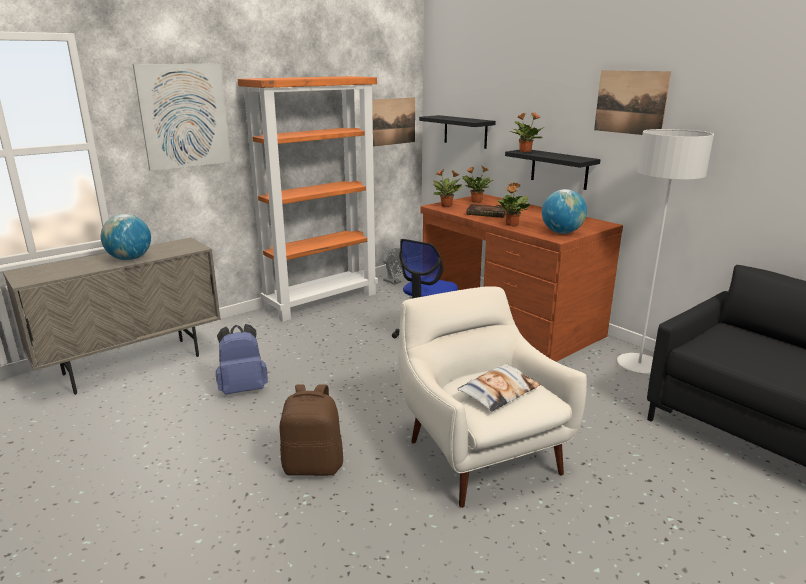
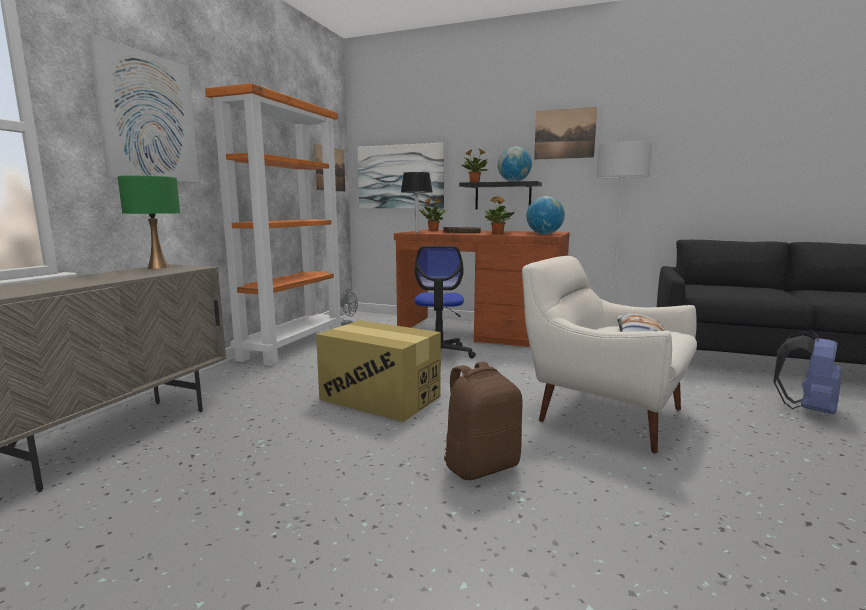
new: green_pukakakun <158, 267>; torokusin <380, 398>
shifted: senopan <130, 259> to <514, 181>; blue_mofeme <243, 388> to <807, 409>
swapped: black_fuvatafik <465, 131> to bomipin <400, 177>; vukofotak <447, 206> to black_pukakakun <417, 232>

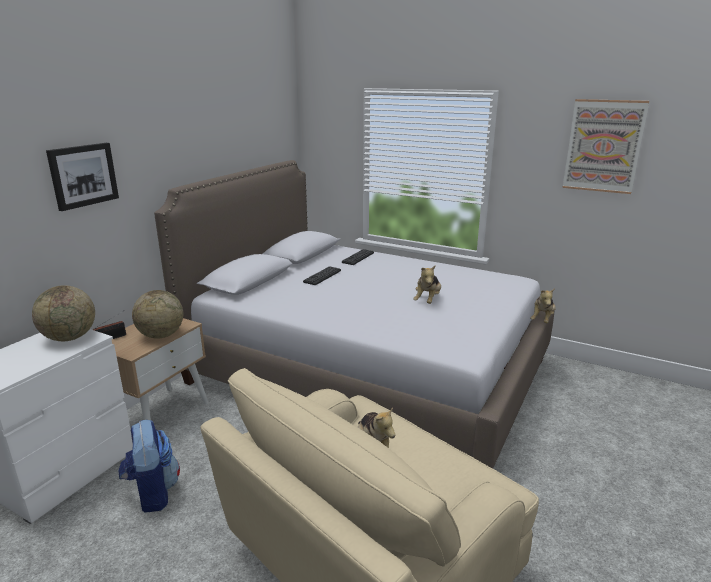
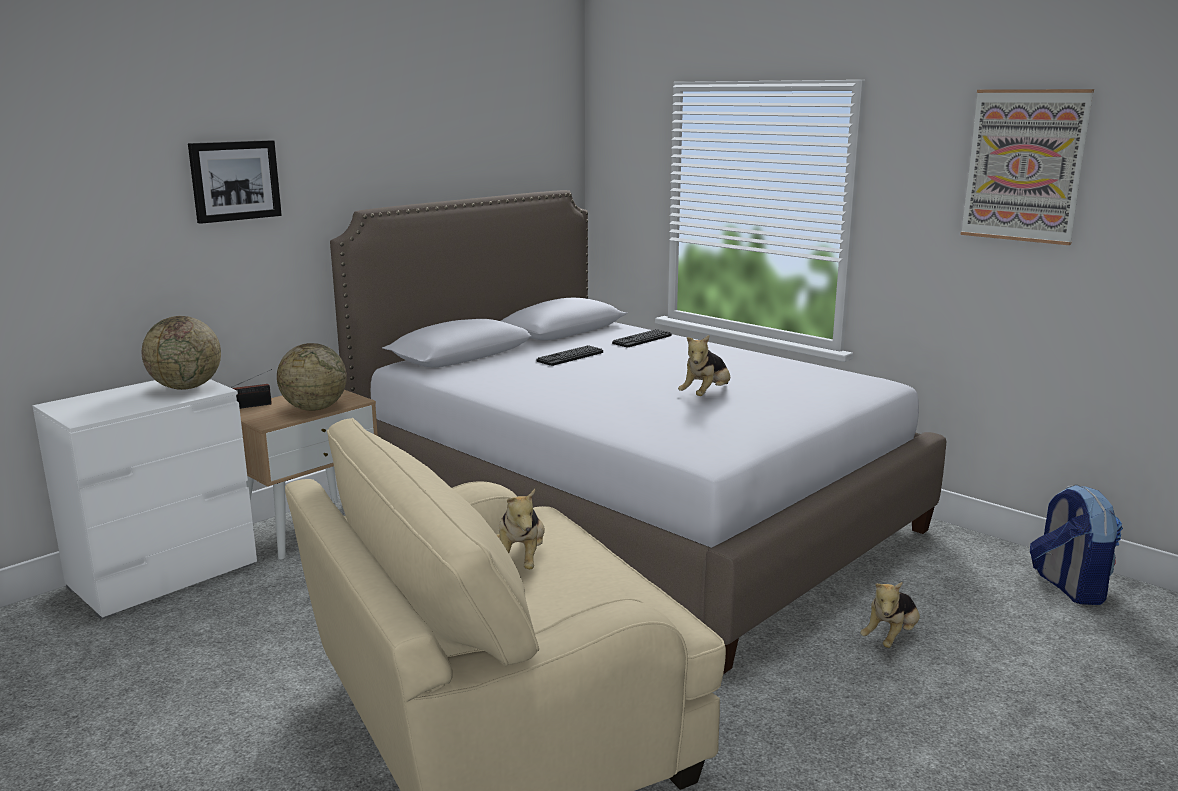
shifted: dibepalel <542, 319> to <891, 637>; mofeme <152, 493> to <1068, 587>

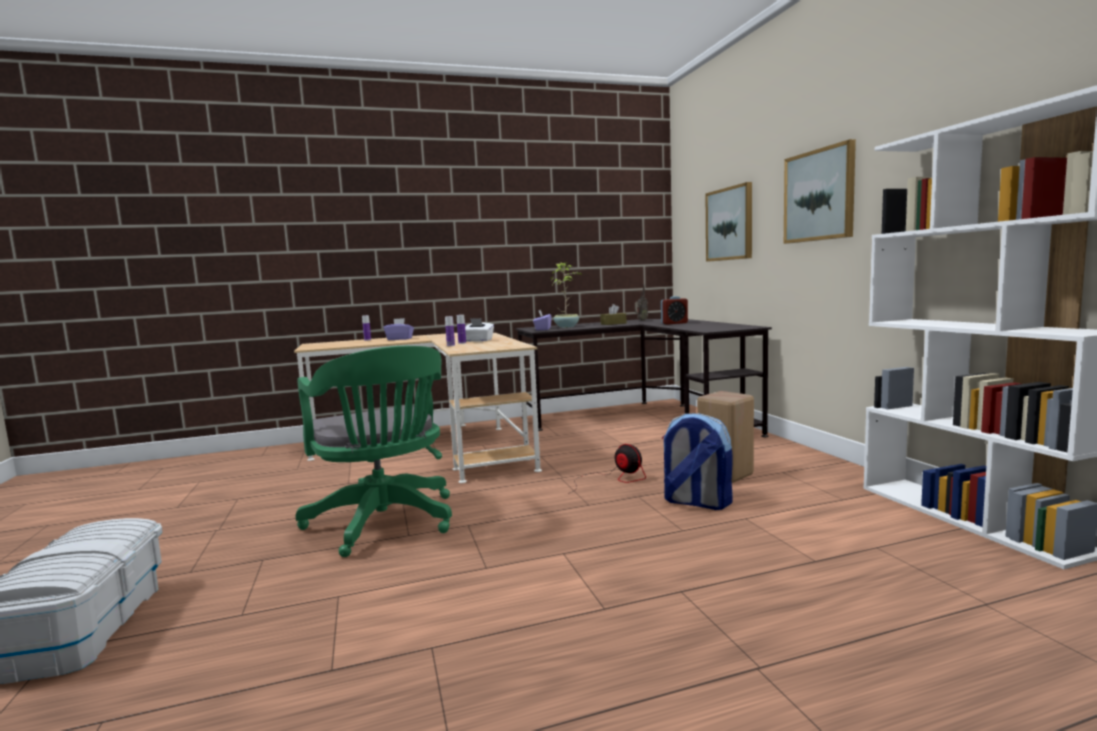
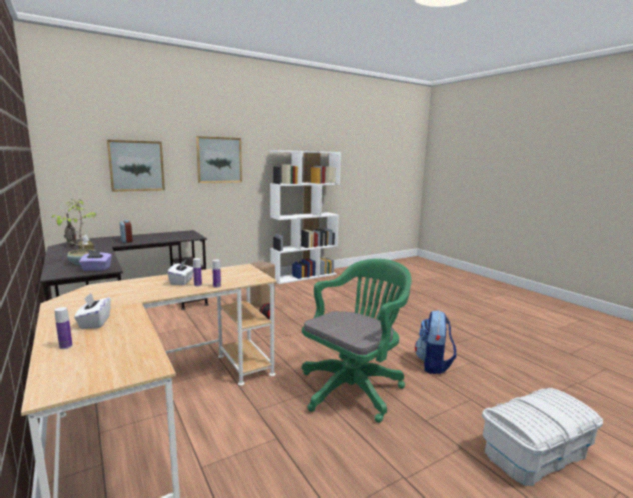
shifted: mofeme <695, 502> to <433, 365>
repainted: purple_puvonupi <400, 339> to white_puvonupi <94, 323>

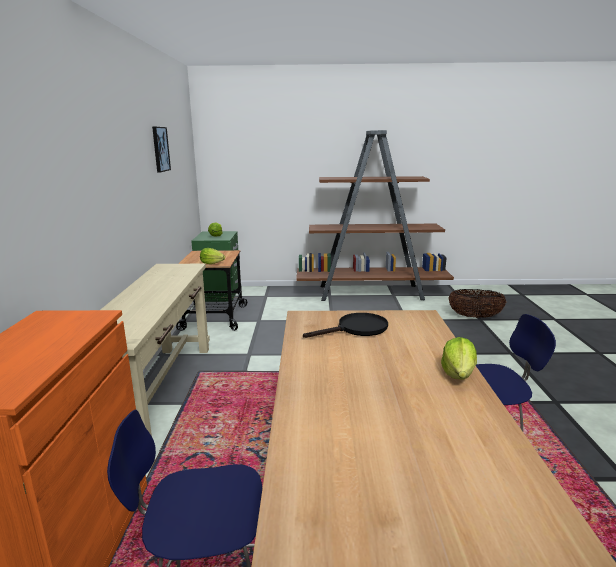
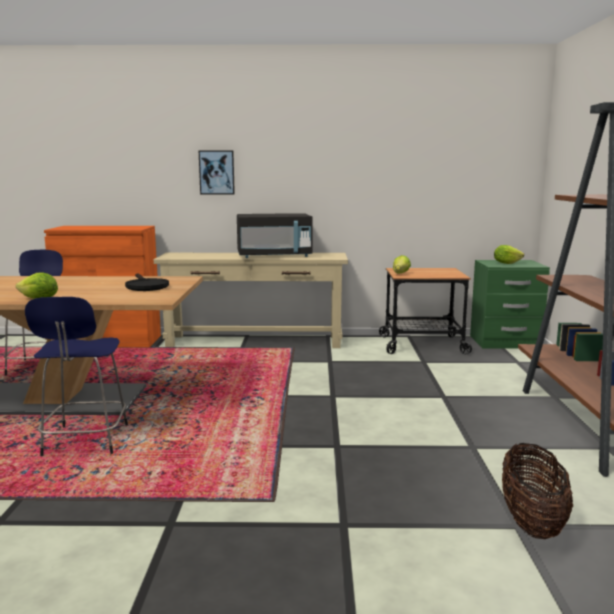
new: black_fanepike <274, 256>
shifted: bomipin <160, 149> to <217, 172>

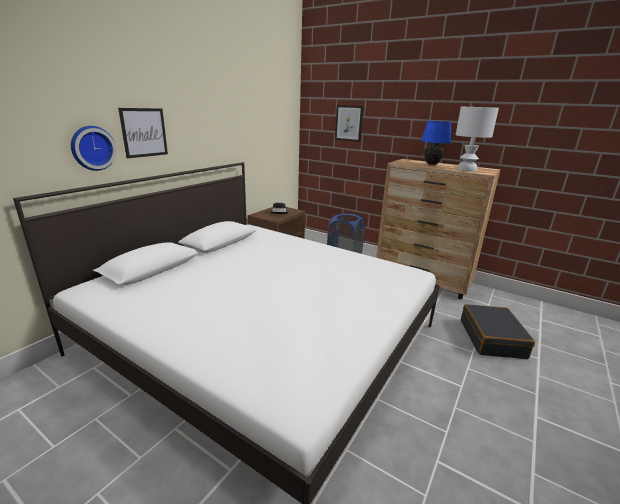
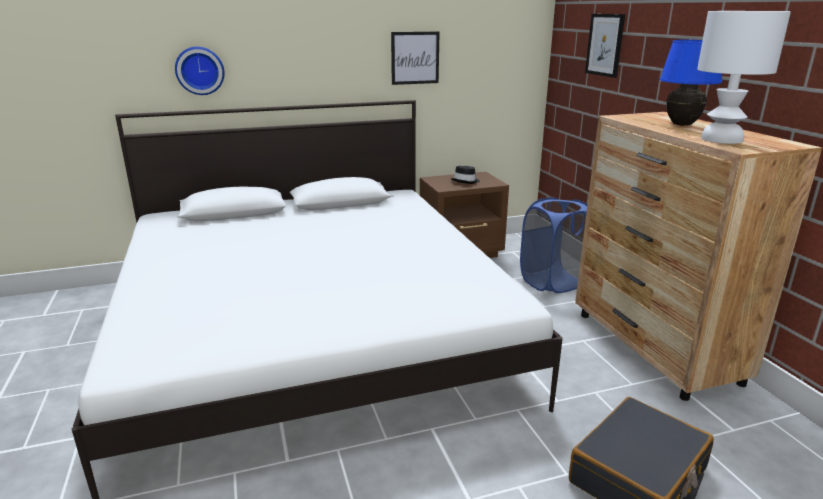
shifted: bomipin <144, 132> to <415, 58>

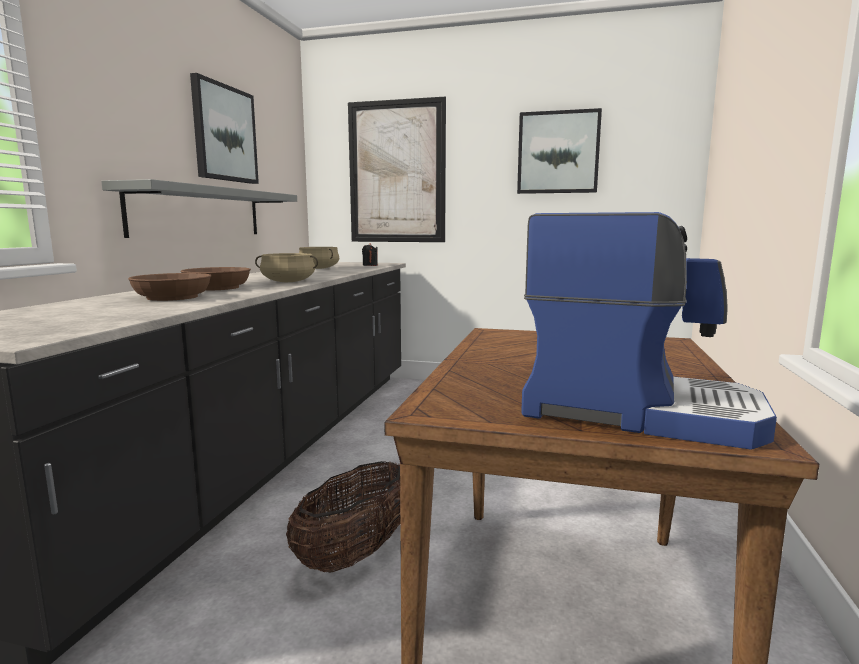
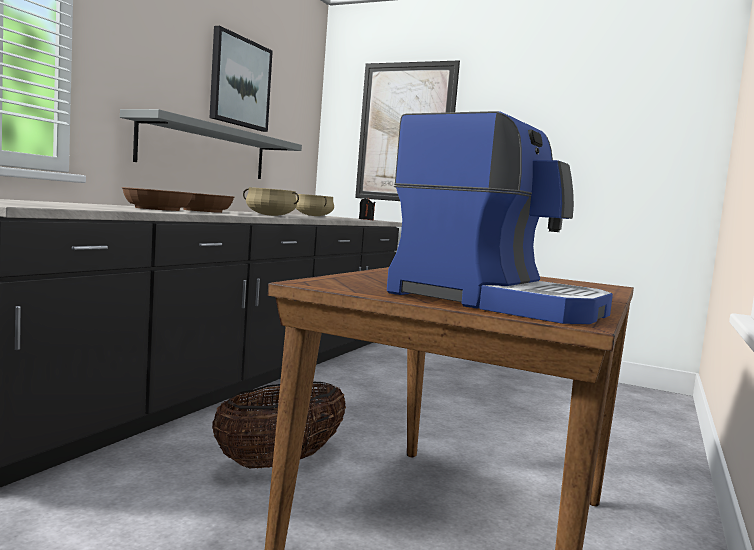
gone: bomipin <558, 152>

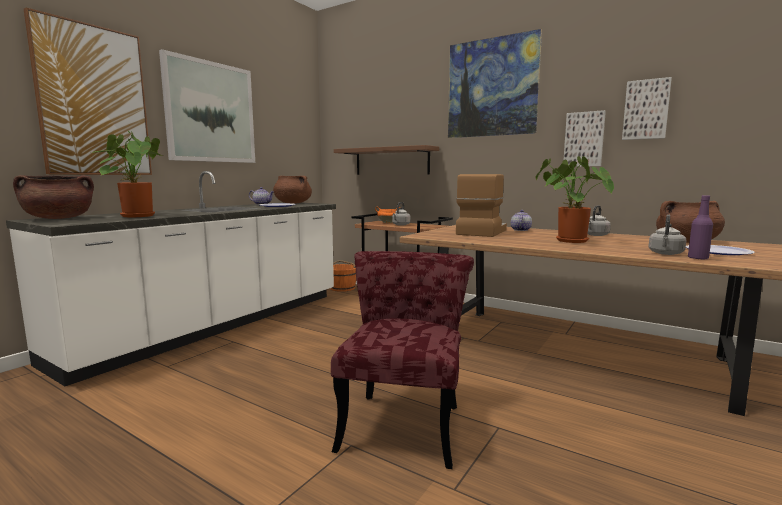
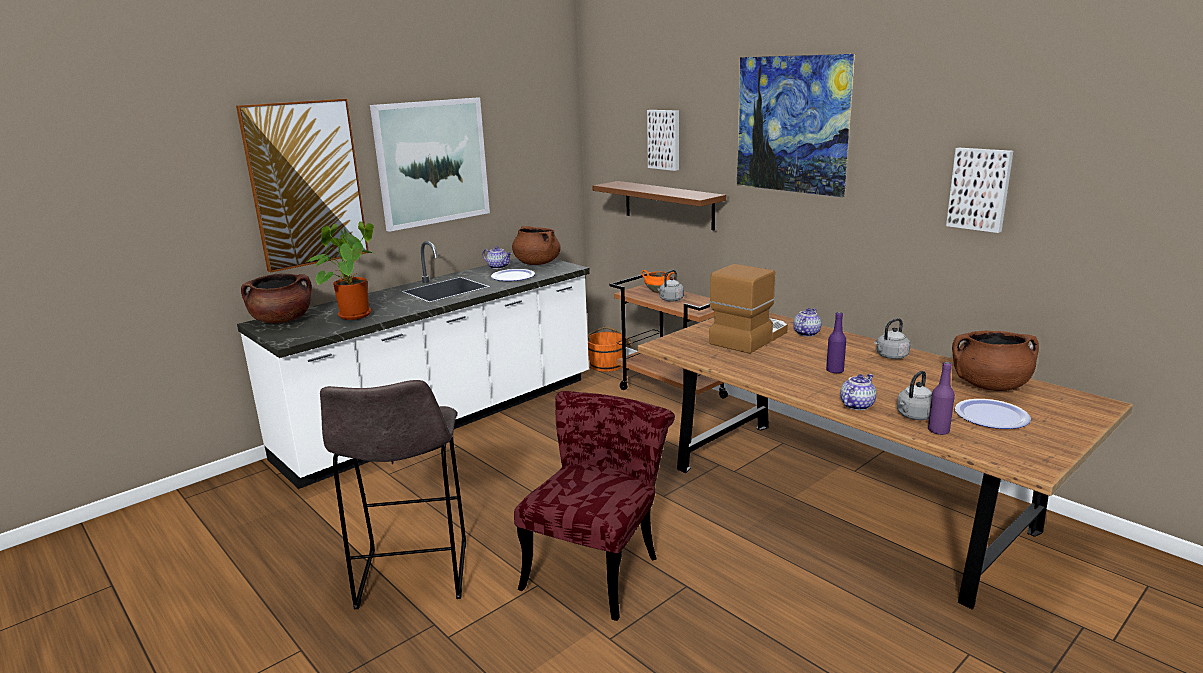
new: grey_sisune <412, 576>; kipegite <856, 405>
shifted: bomipin <584, 139> to <665, 139>
swapped: vukofotak <568, 240> to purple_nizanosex <834, 371>

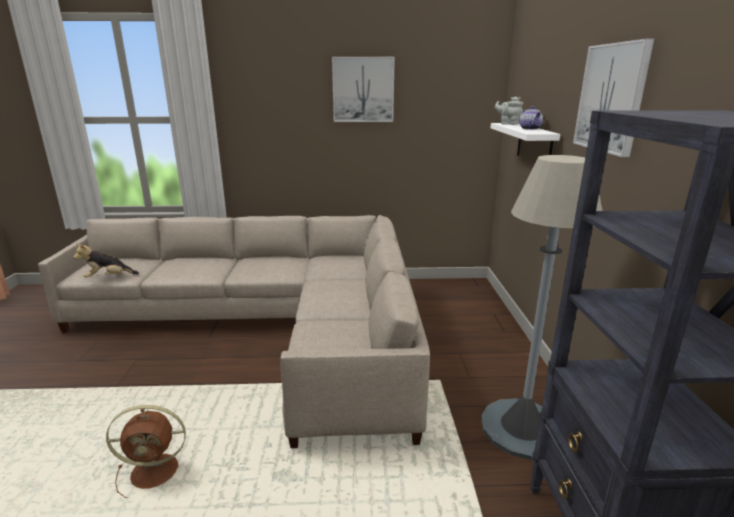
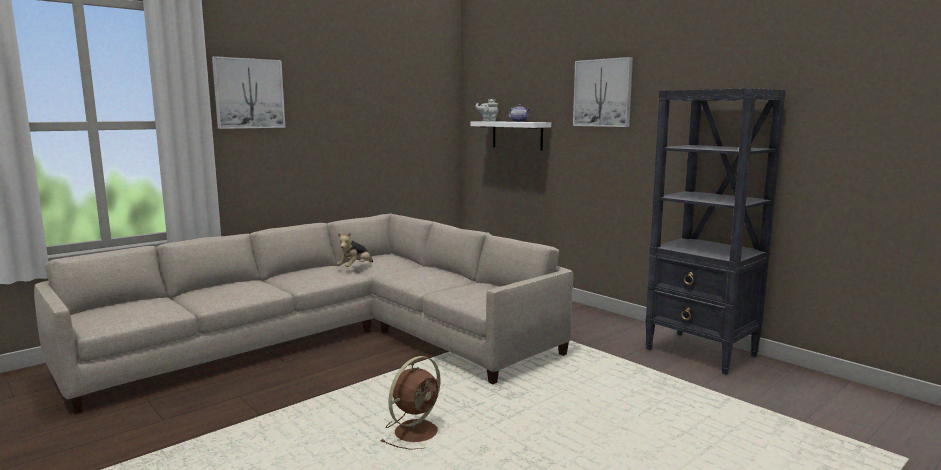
gone: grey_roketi <522, 428>
shifted: bomipin <363, 90> to <249, 93>; dibepalel <108, 277> to <355, 267>

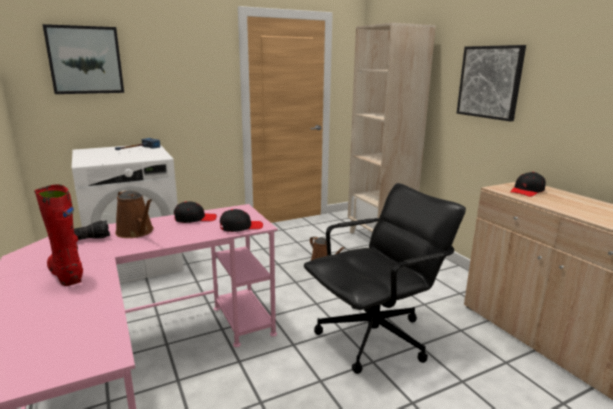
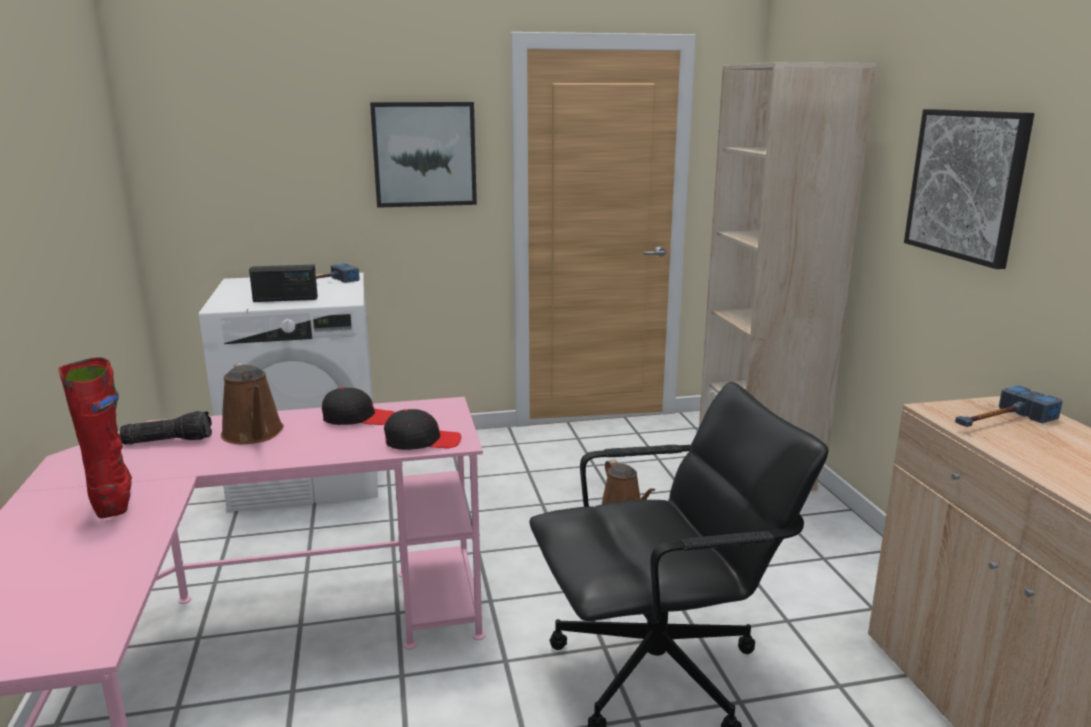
new: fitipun <285, 299>
shifted: bomipin <85, 60> to <424, 154>
swapped: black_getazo <527, 191> to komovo <999, 421>

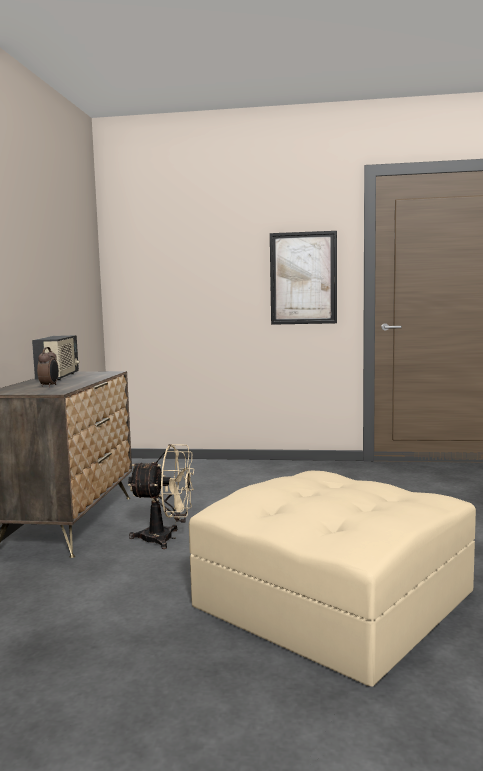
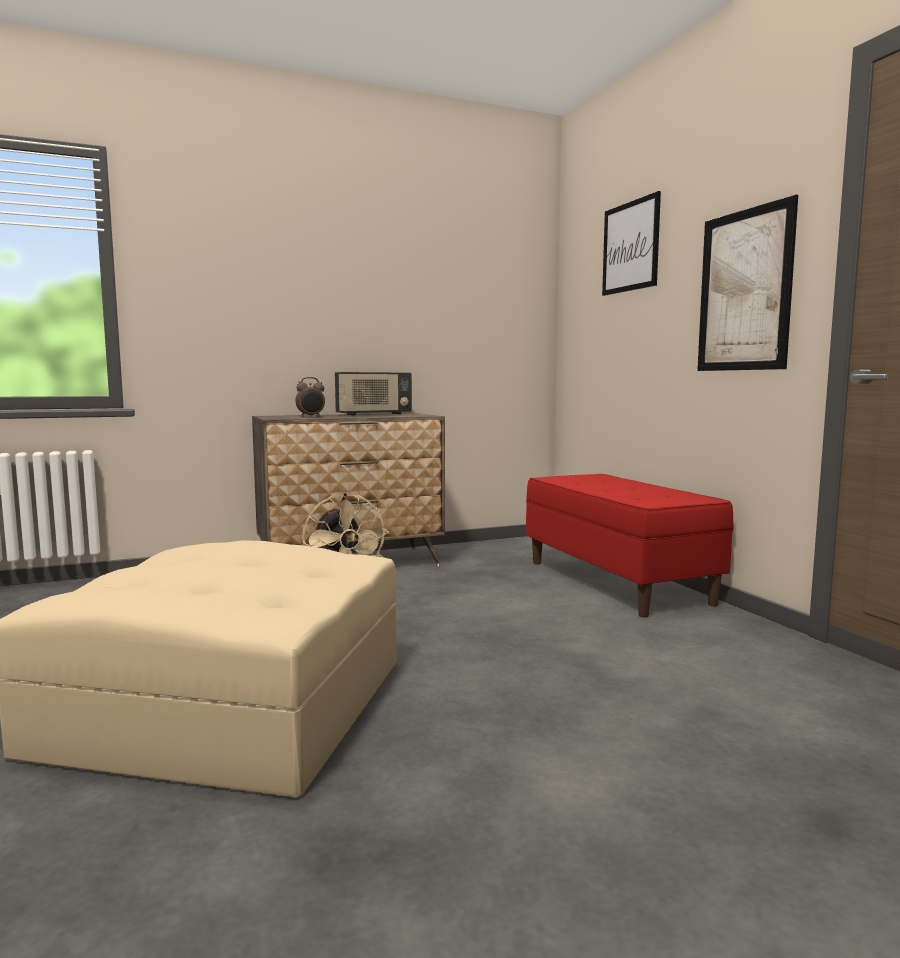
new: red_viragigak <616, 582>; bomipin <630, 246>

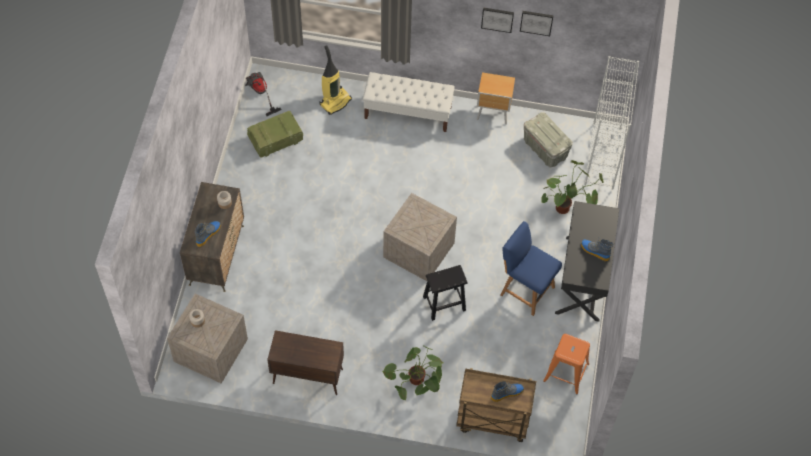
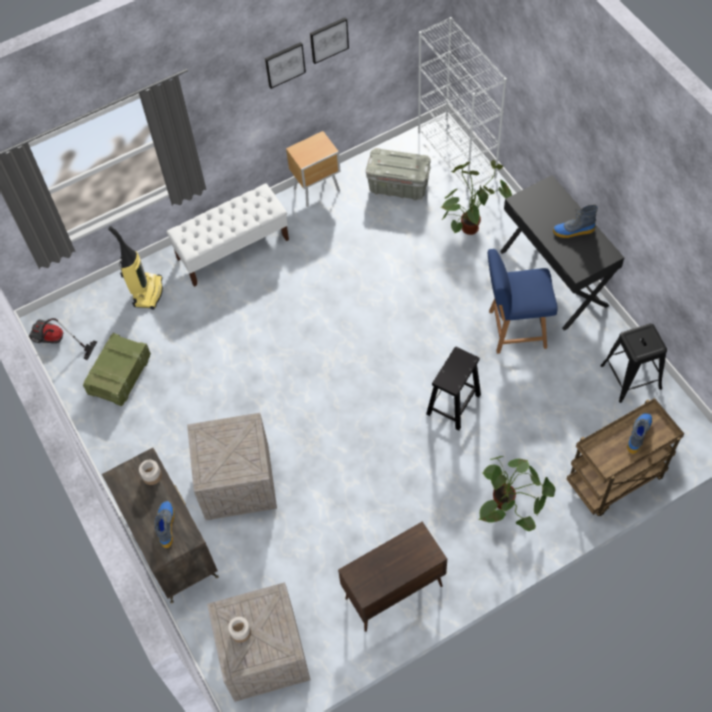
shifted: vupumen <419, 251> to <238, 482>
repainted: orange_sisune <566, 372> to black_sisune <631, 377>

